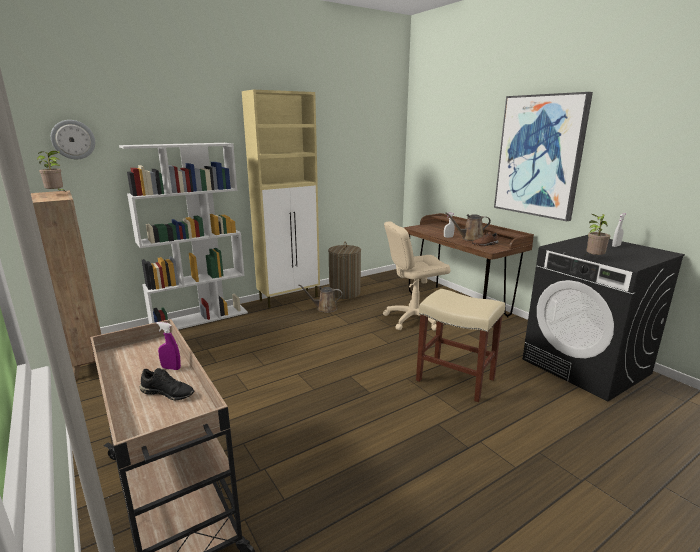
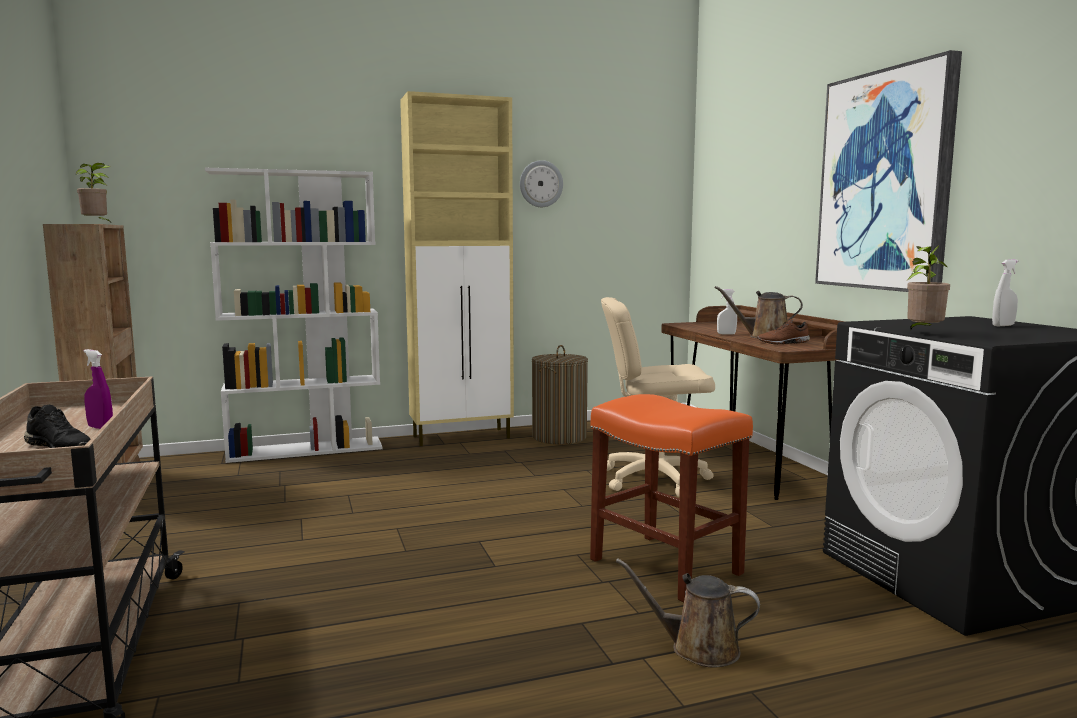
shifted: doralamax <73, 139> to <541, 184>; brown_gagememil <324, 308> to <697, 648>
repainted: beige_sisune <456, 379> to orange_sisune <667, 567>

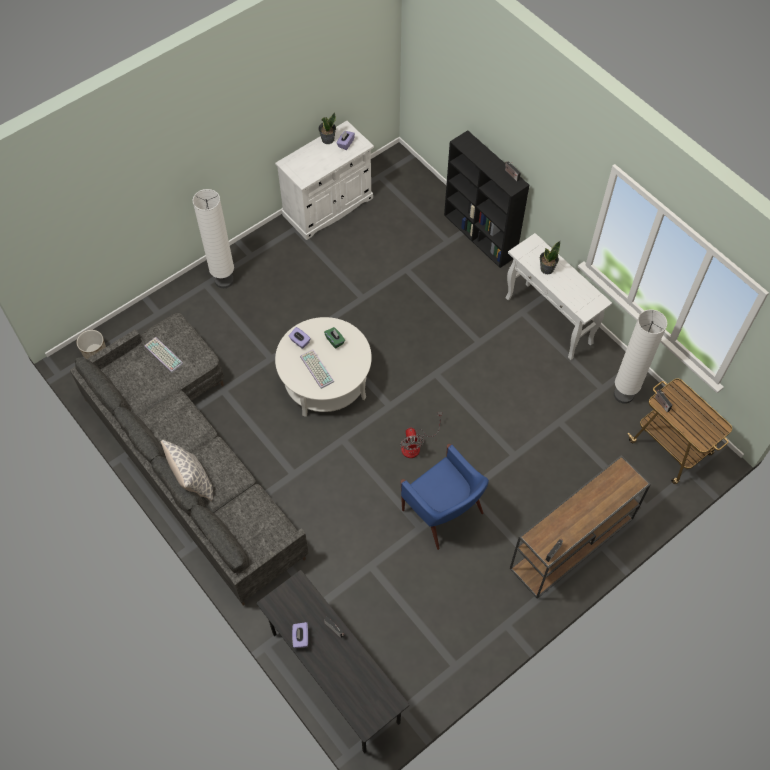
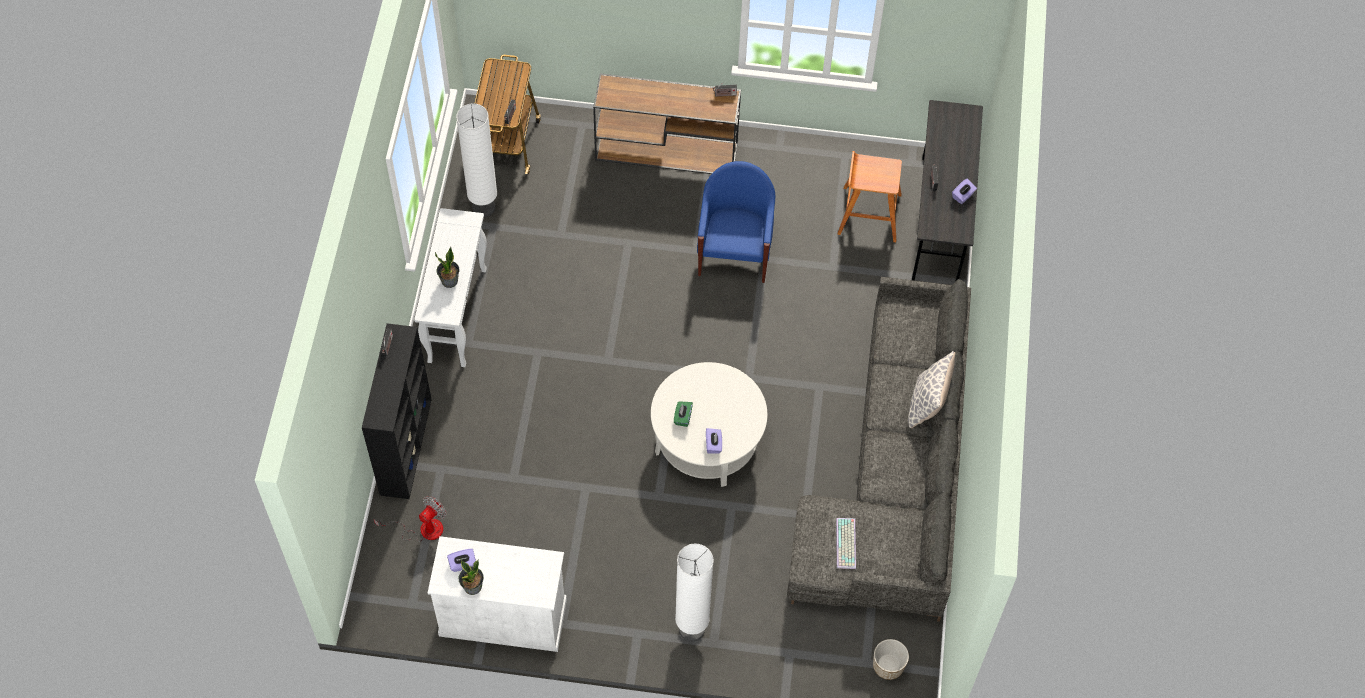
gone: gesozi <316, 369>
new: brown_sisune <868, 214>
shifted: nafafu <415, 445> to <422, 529>

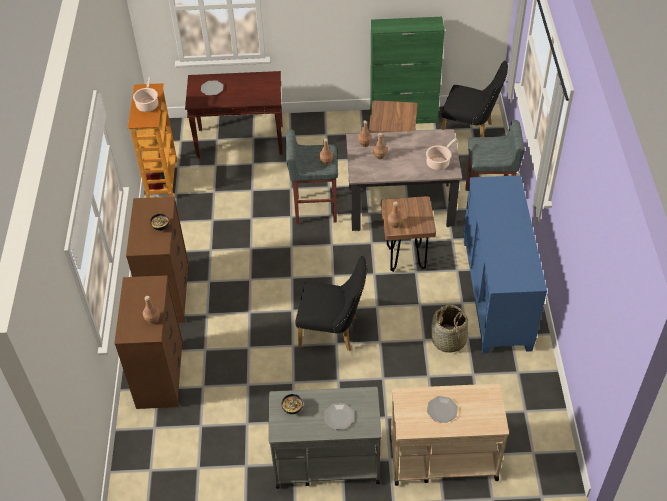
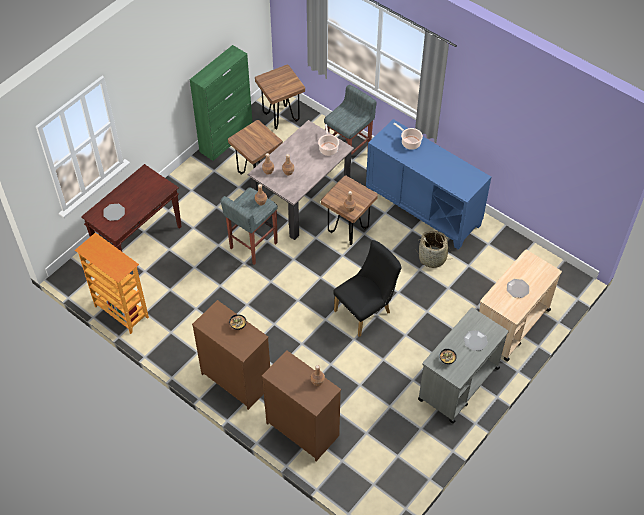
shifted: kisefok <147, 104> to <409, 142>
swapped: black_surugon <470, 132> to brown_sisune <281, 117>

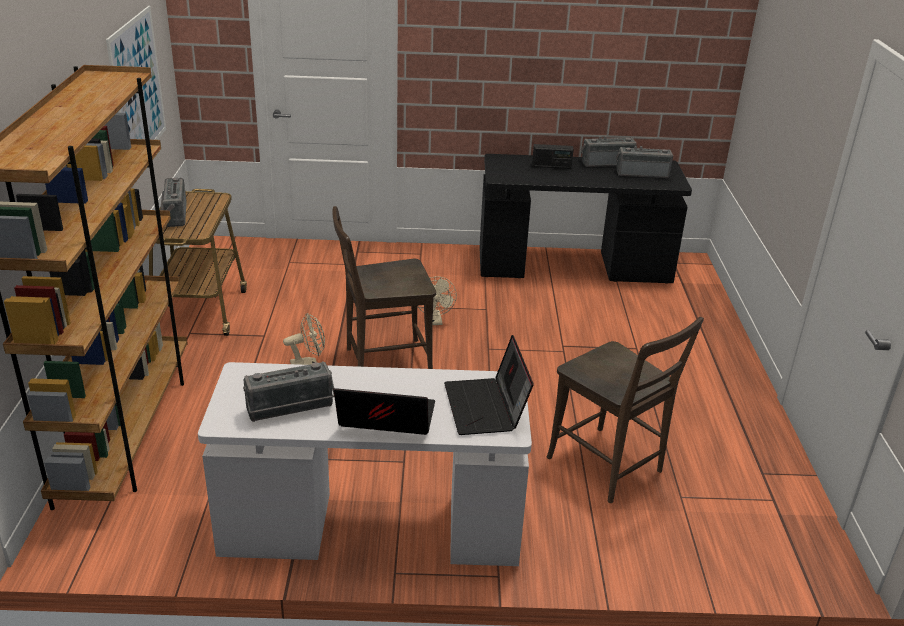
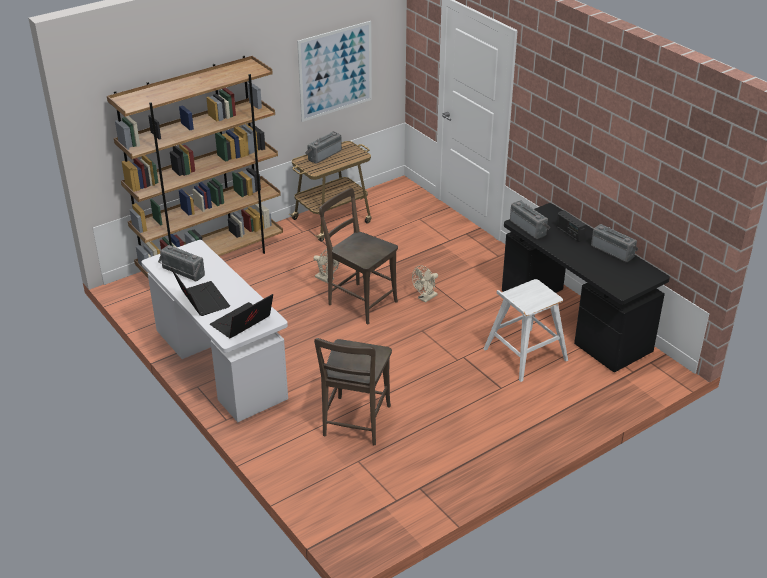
new: white_sisune <524, 355>
shifted: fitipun <642, 173> to <529, 227>

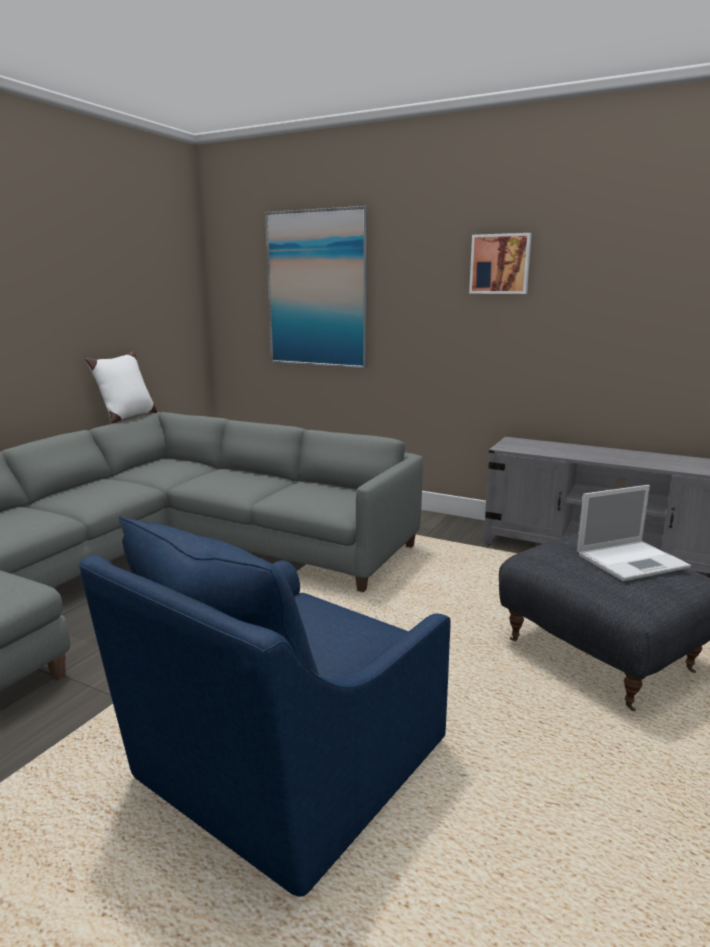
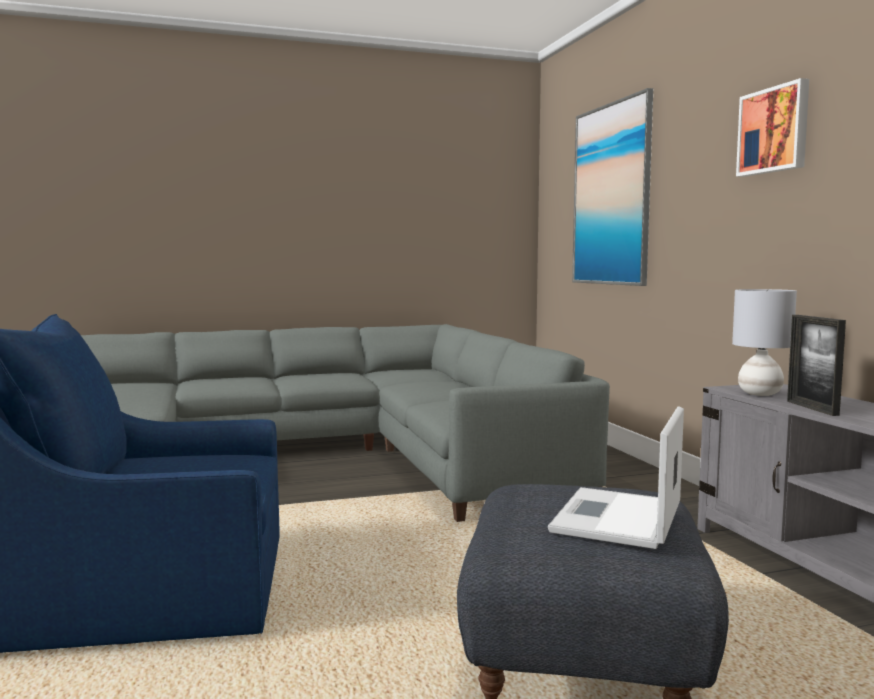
gone: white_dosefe <127, 417>
new: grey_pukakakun <759, 393>; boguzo <812, 408>
rotated: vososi <633, 560> = <617, 519> 90 degrees clockwise

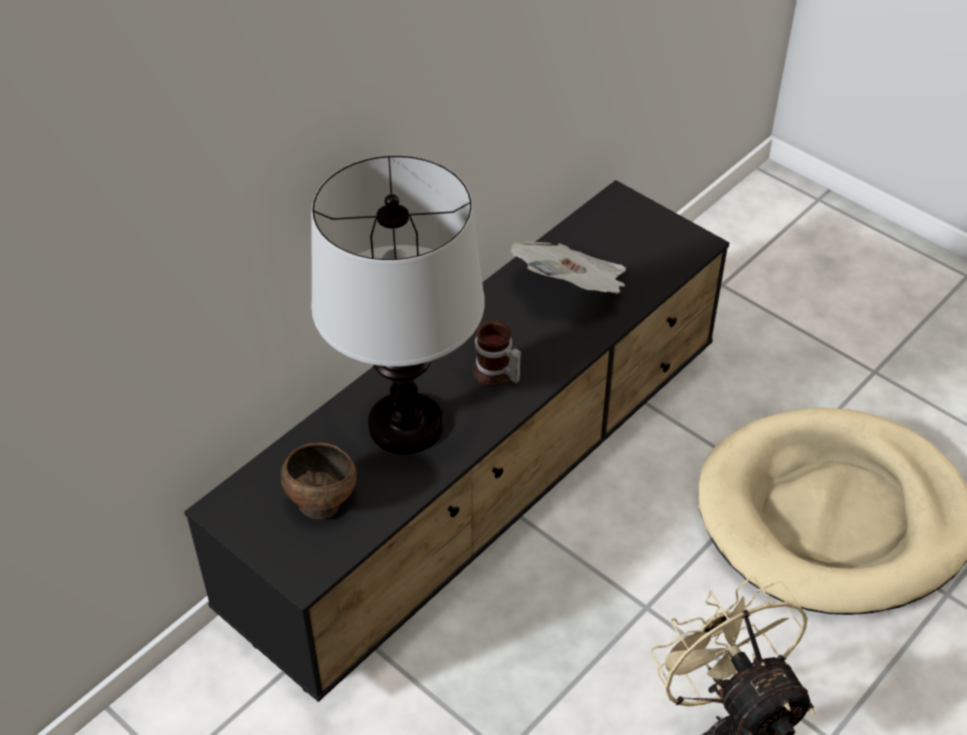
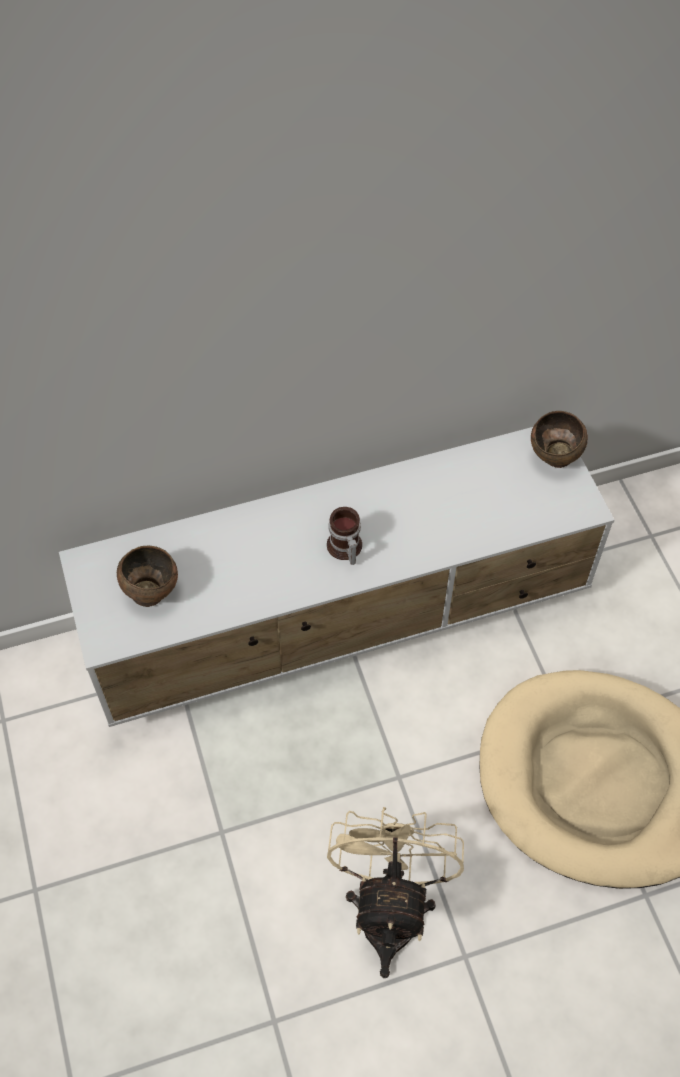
gone: pukakakun <407, 425>; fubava <572, 289>
new: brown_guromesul <554, 459>
repainted: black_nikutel <485, 490> to white_nikutel <342, 621>

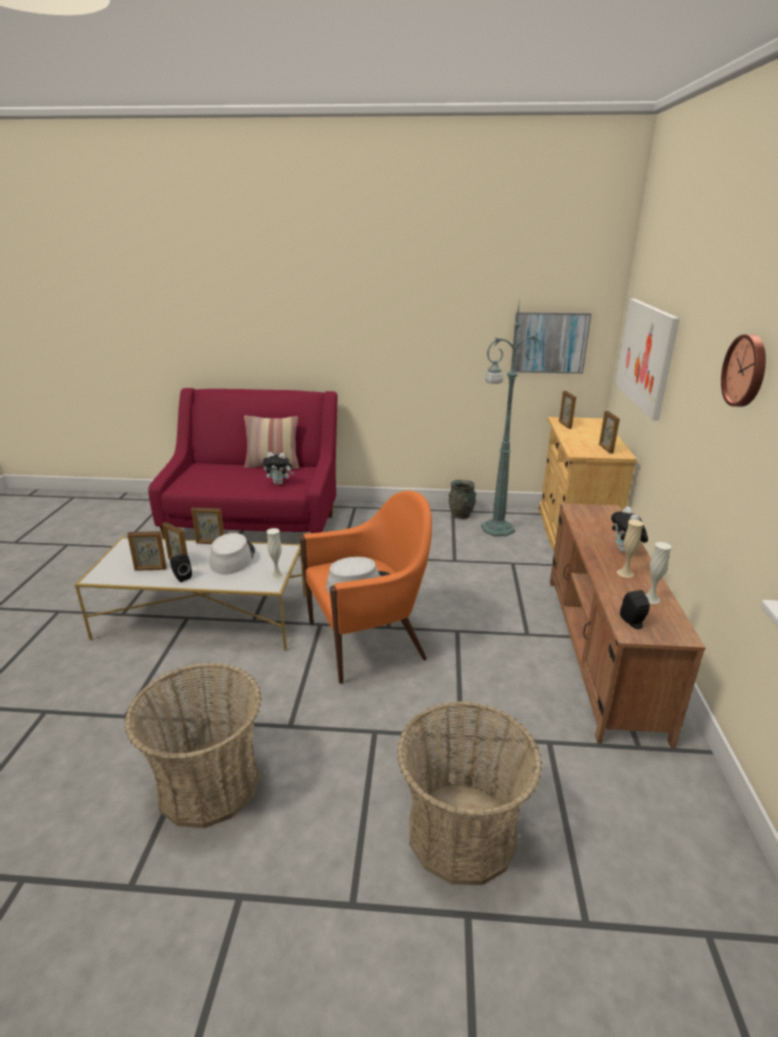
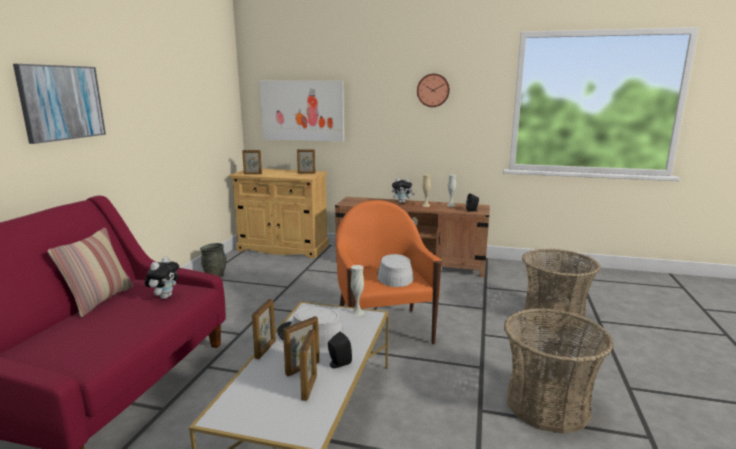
gone: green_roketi <496, 529>
shifted: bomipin <549, 342> to <61, 102>

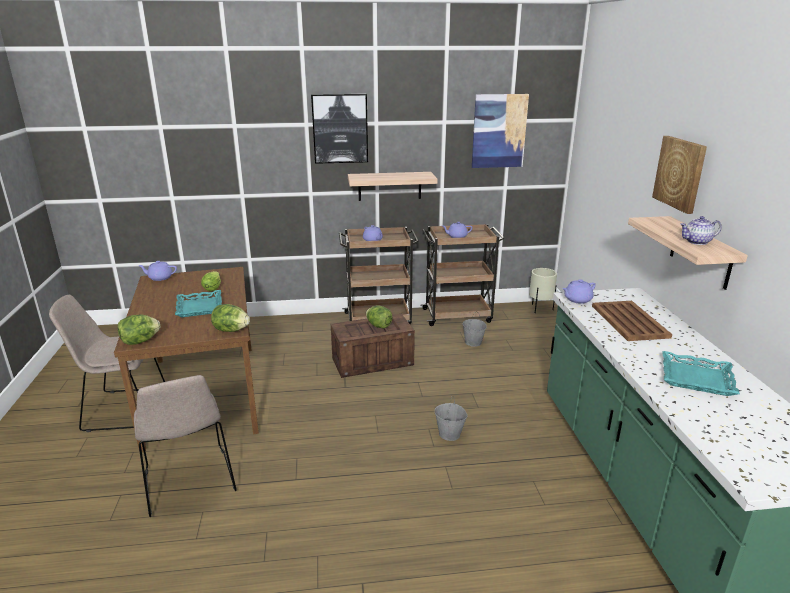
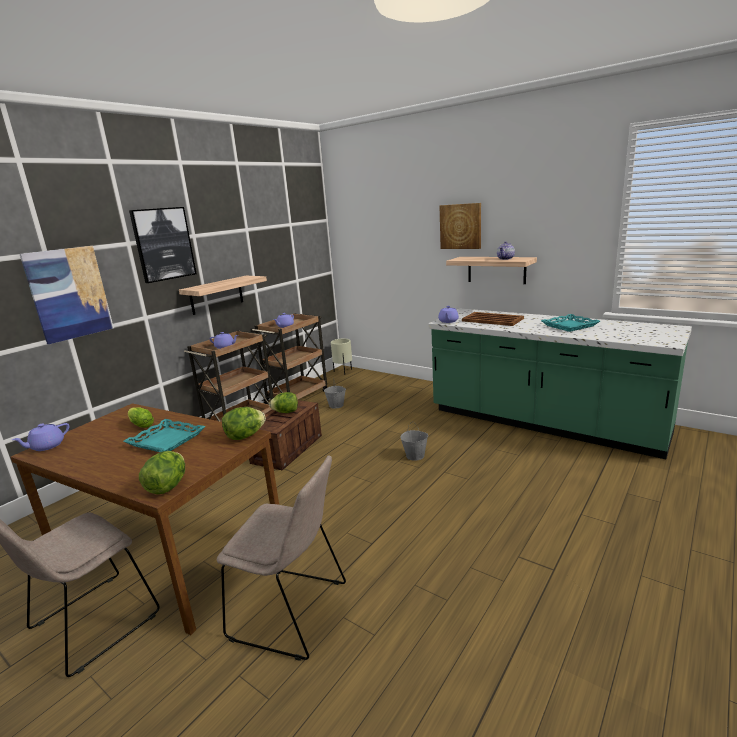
shifted: bomipin <499, 131> to <69, 293>

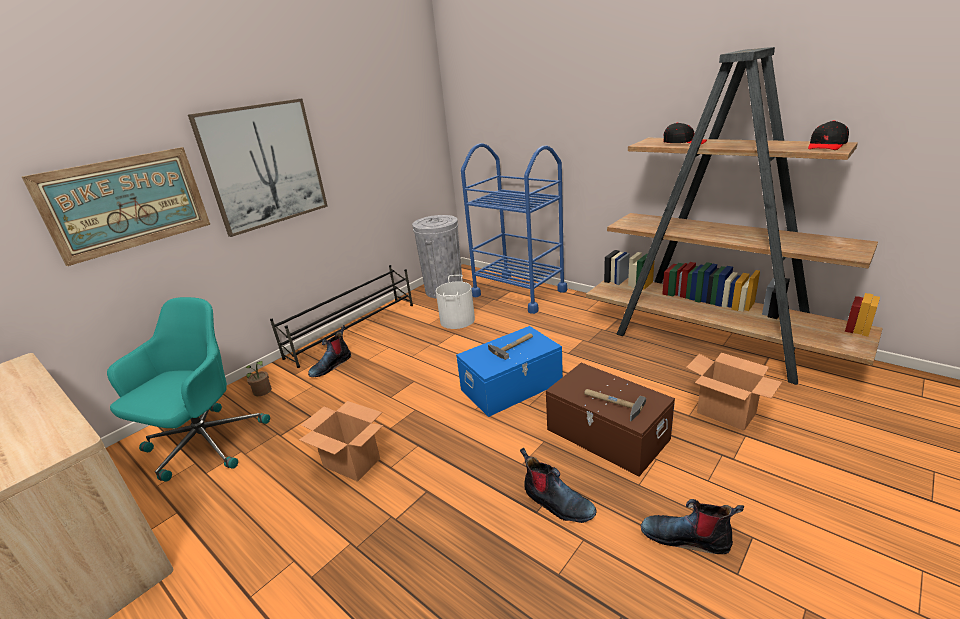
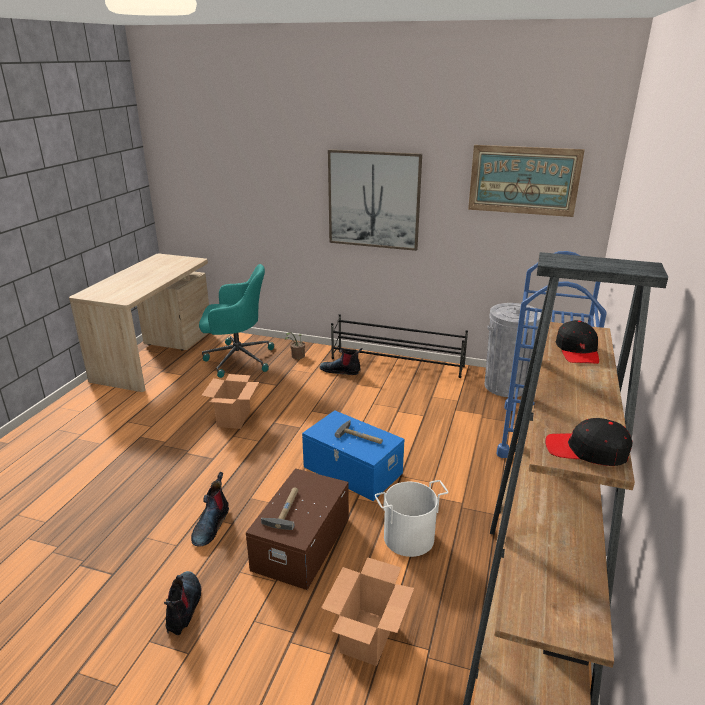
shifted: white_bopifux <458, 320> to <409, 538>; bomipin <127, 203> to <523, 180>

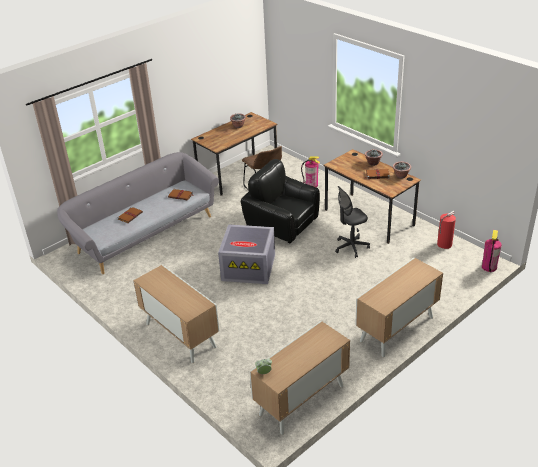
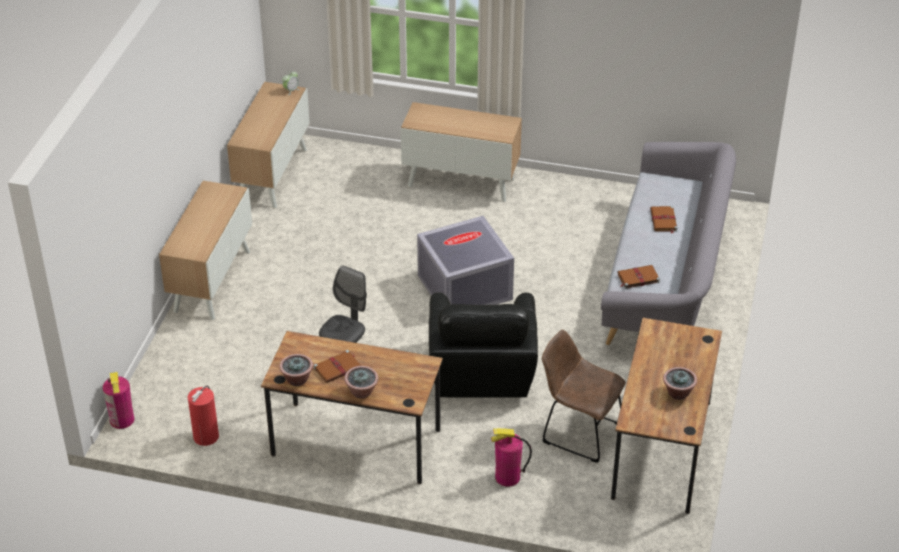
rotated: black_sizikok <282, 225> = <481, 371> 90 degrees clockwise

